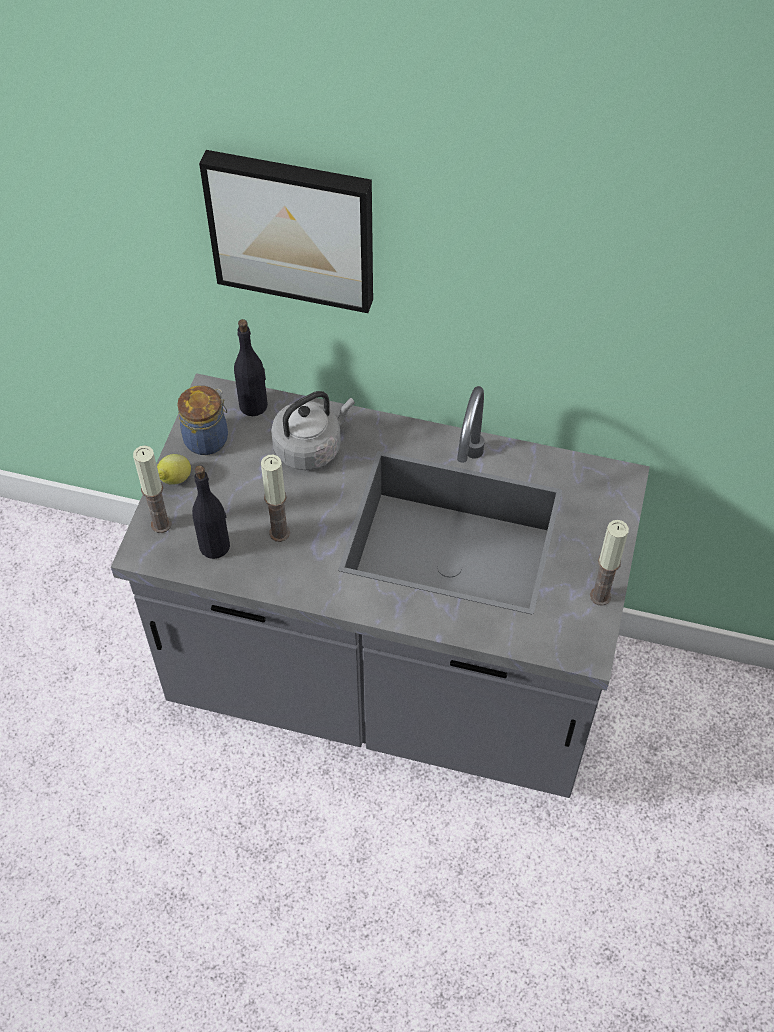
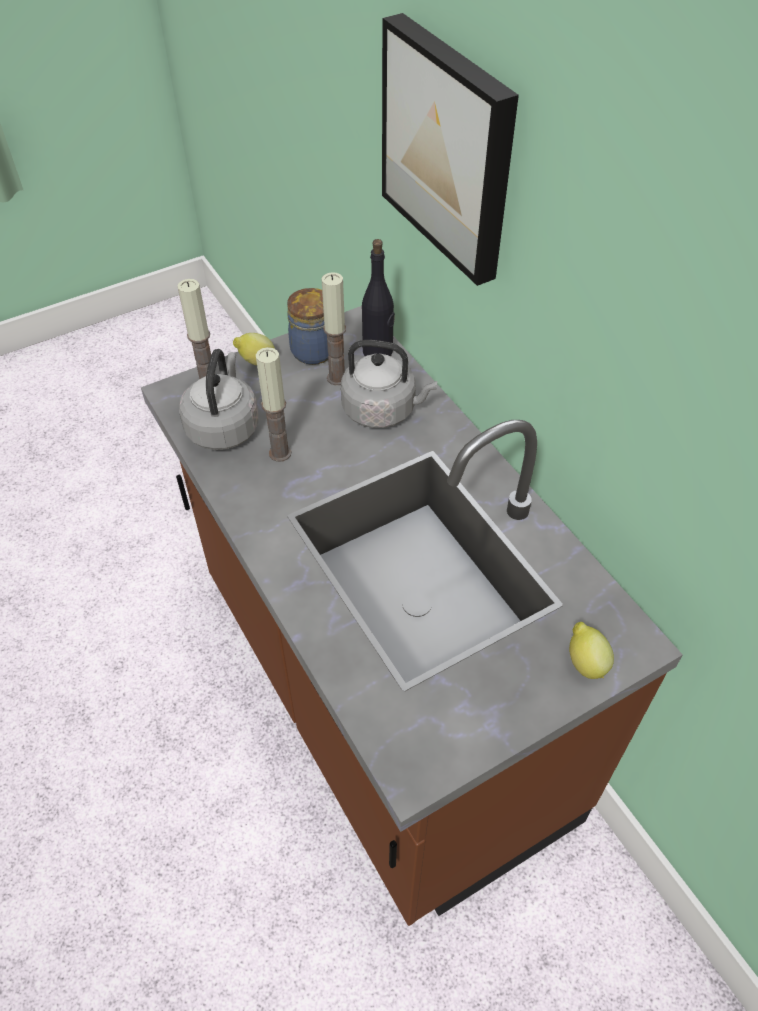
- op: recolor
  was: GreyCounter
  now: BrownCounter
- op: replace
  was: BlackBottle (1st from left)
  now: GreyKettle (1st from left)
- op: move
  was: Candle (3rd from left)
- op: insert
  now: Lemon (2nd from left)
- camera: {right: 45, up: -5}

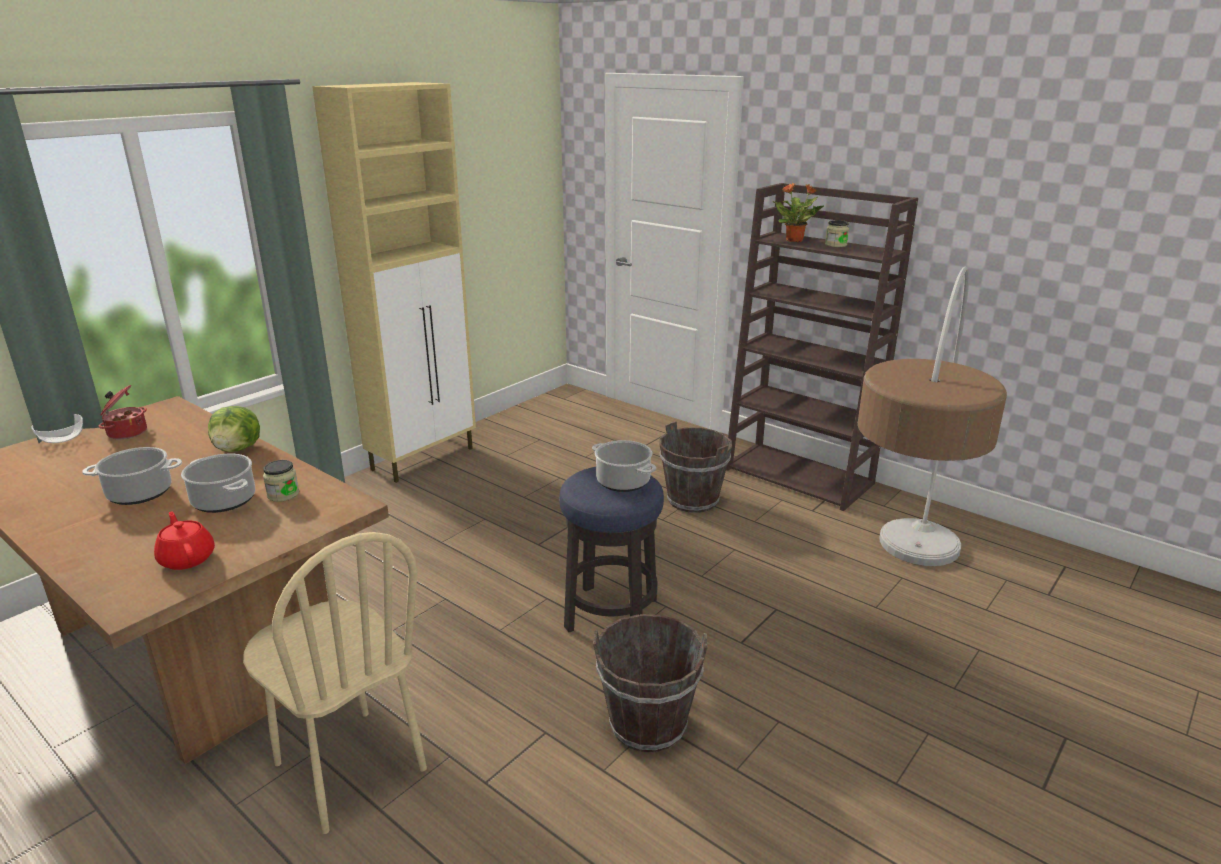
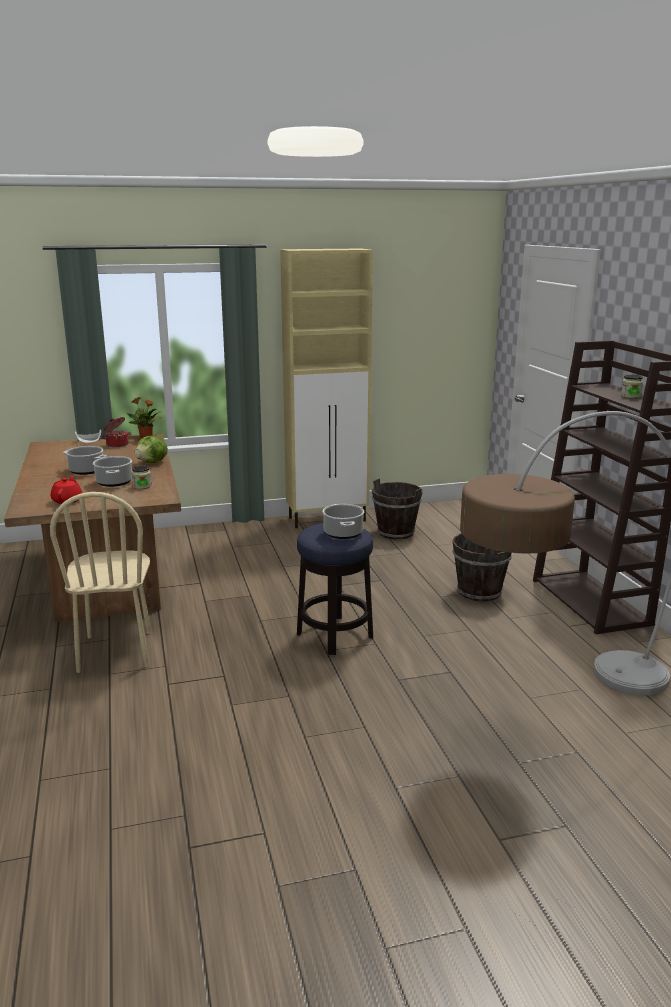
- op: move
  was: PottedPlant
- op: move
  was: BrownBucket (1st from left)
- camera: {right: 35, up: -5}

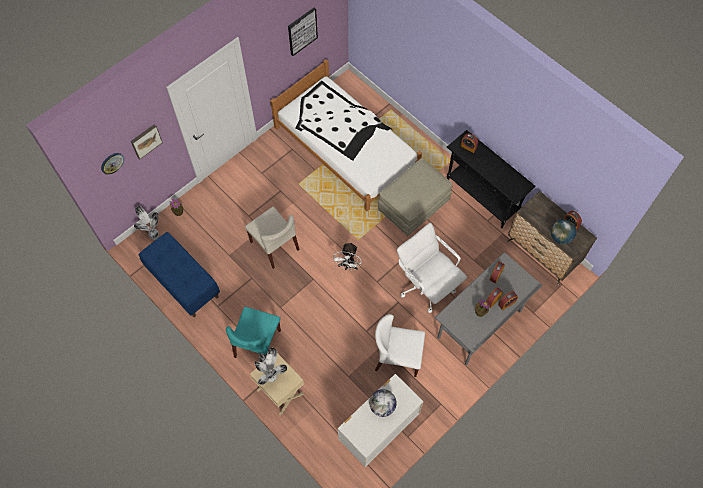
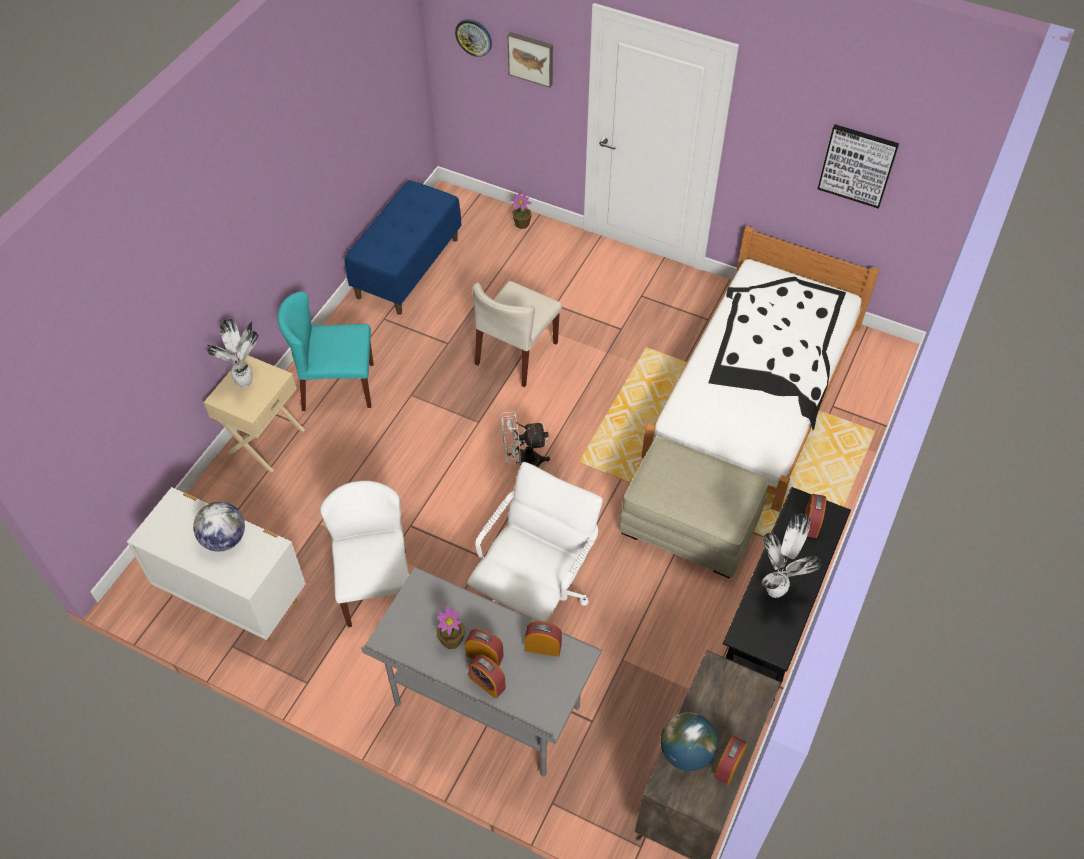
- op: move
  was: PottedPlant (1st from left in the first image)
  now: PottedPlant (4th from left)
- camera: {right: 70, up: -10}

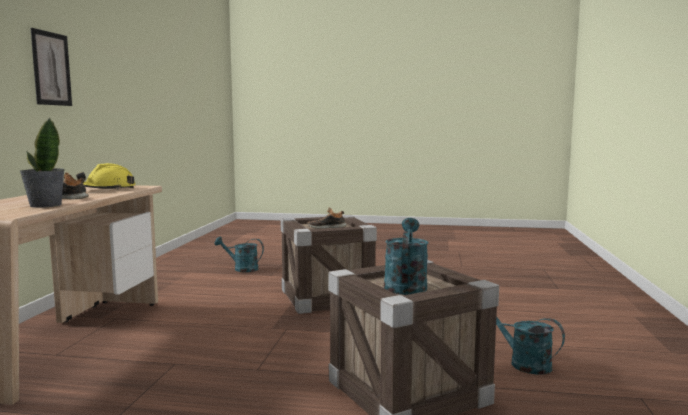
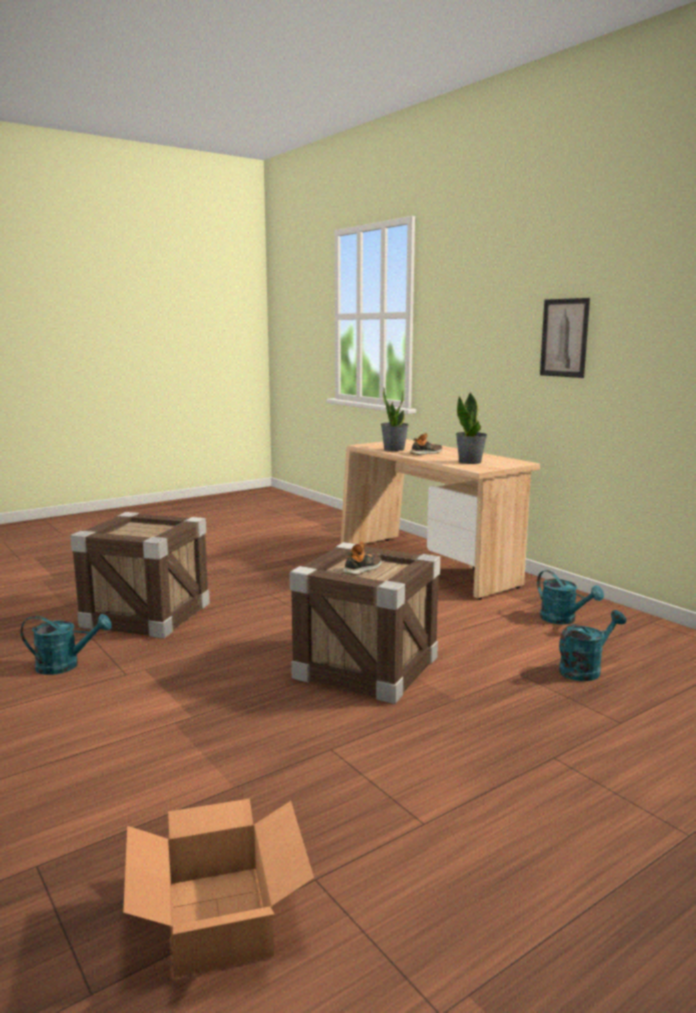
- op: insert
  now: CardboardBox
- op: replace
  was: YellowHardHat
  now: PottedPlant (2nd from left)
- op: move
  was: TurquoiseWateringCan (2nd from left)
- camera: {right: 135, up: 5}

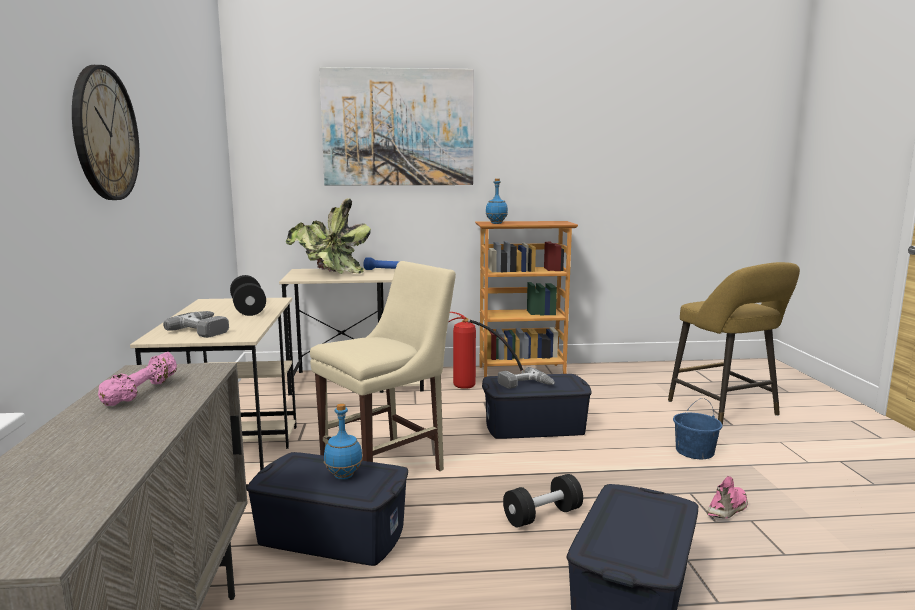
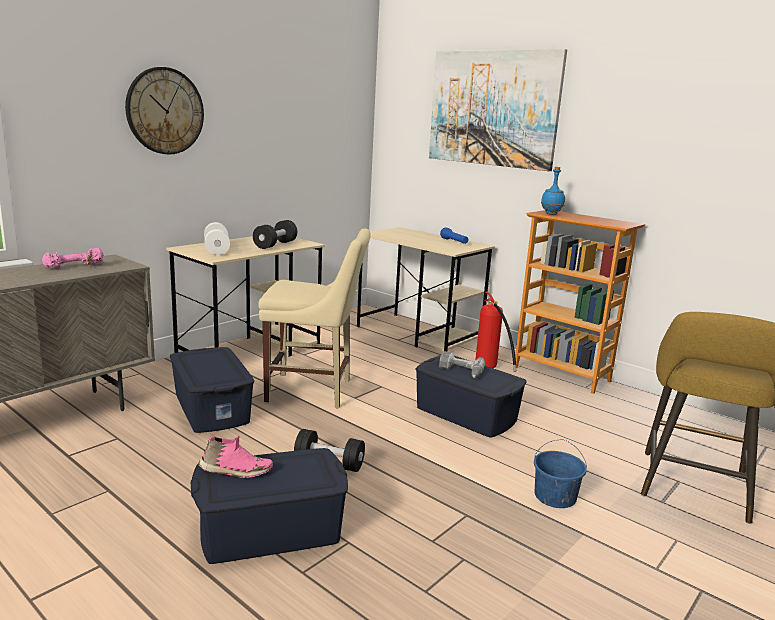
- op: move
  was: PinkShoe
- op: replace
  was: PowerDrill (1st from left)
  now: WhiteDumbbell
- op: delete
  was: PottedPlant
- op: delete
  was: BlueBottle (1st from left)
- camera: {right: 45, up: 5}

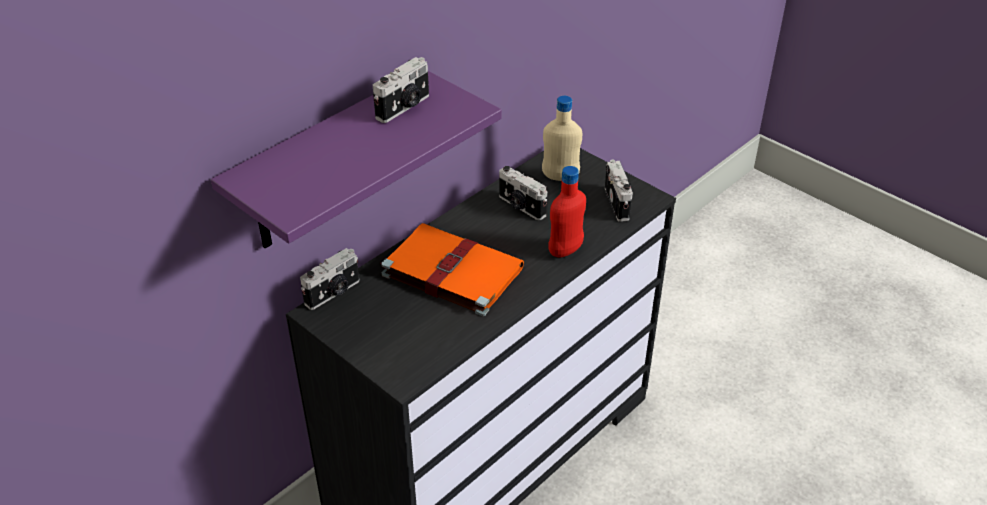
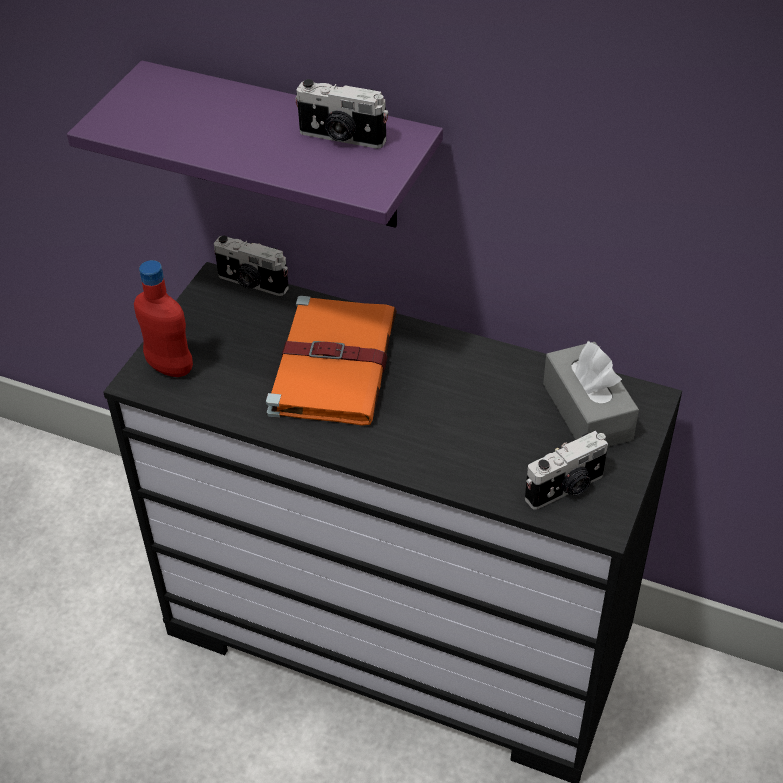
- op: move
  was: RedBottle
- op: replace
  was: BeigeBottle
  now: GreyTissueBox
- op: delete
  was: PhotoCamera (3rd from left)
- camera: {right: 70, up: 5}

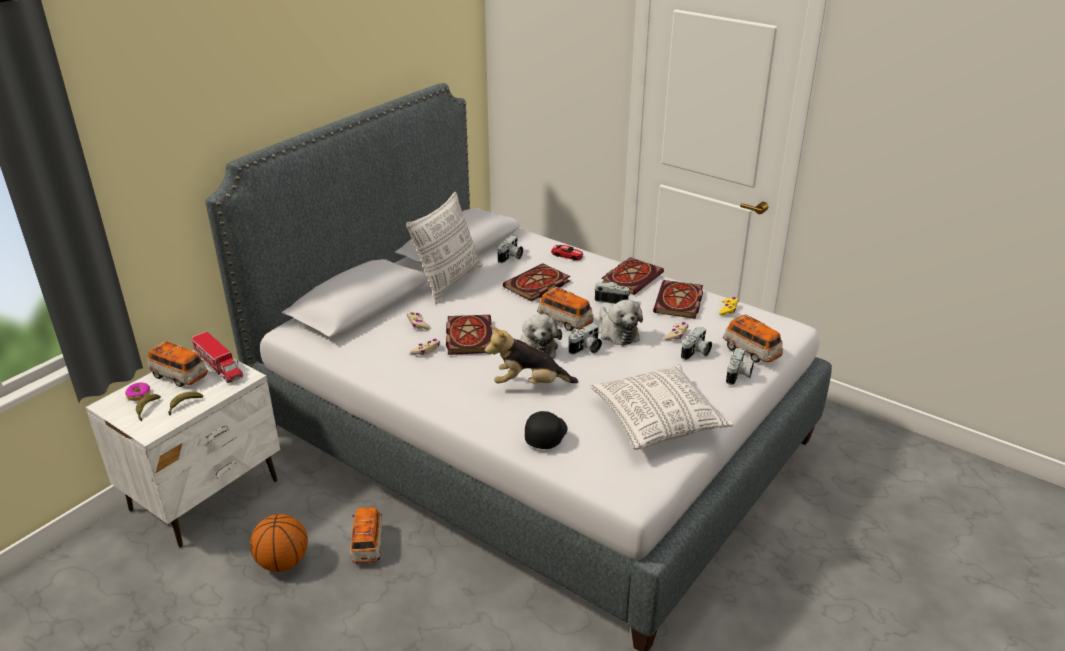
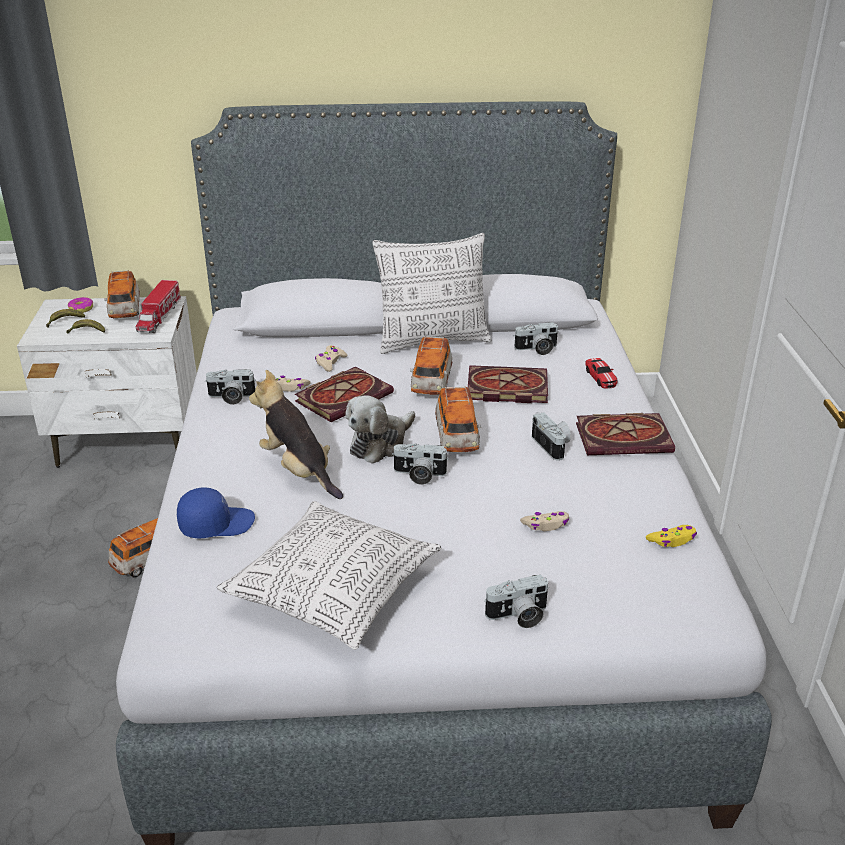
- op: recolor
  was: BlackCap
  now: BlueCap
- op: move
  was: PhotoCamera (4th from left in the first image)
  now: PhotoCamera (1st from left)
- op: move
  was: ToyCar (5th from left in the first image)
  now: ToyCar (3rd from left)
- op: delete
  was: Basketball
- op: delete
  was: PlushToy (3rd from left)
- op: delete
  was: Book (4th from left)
- camera: {right: 50, up: 0}

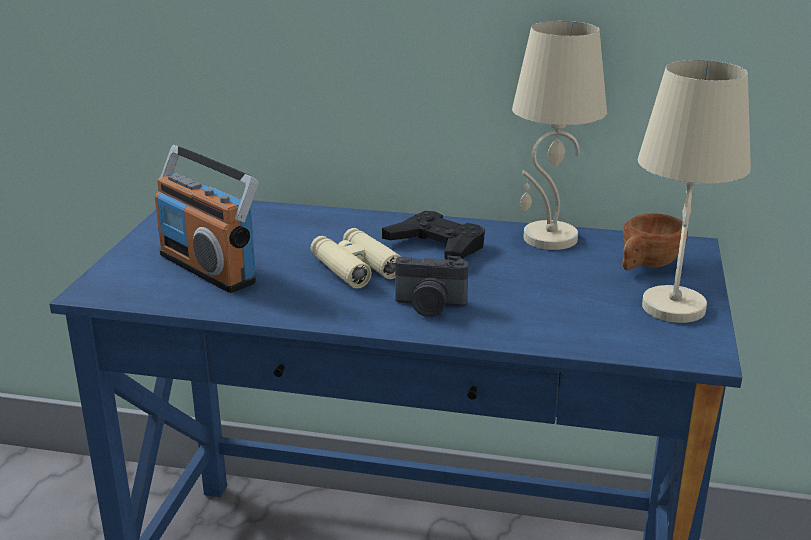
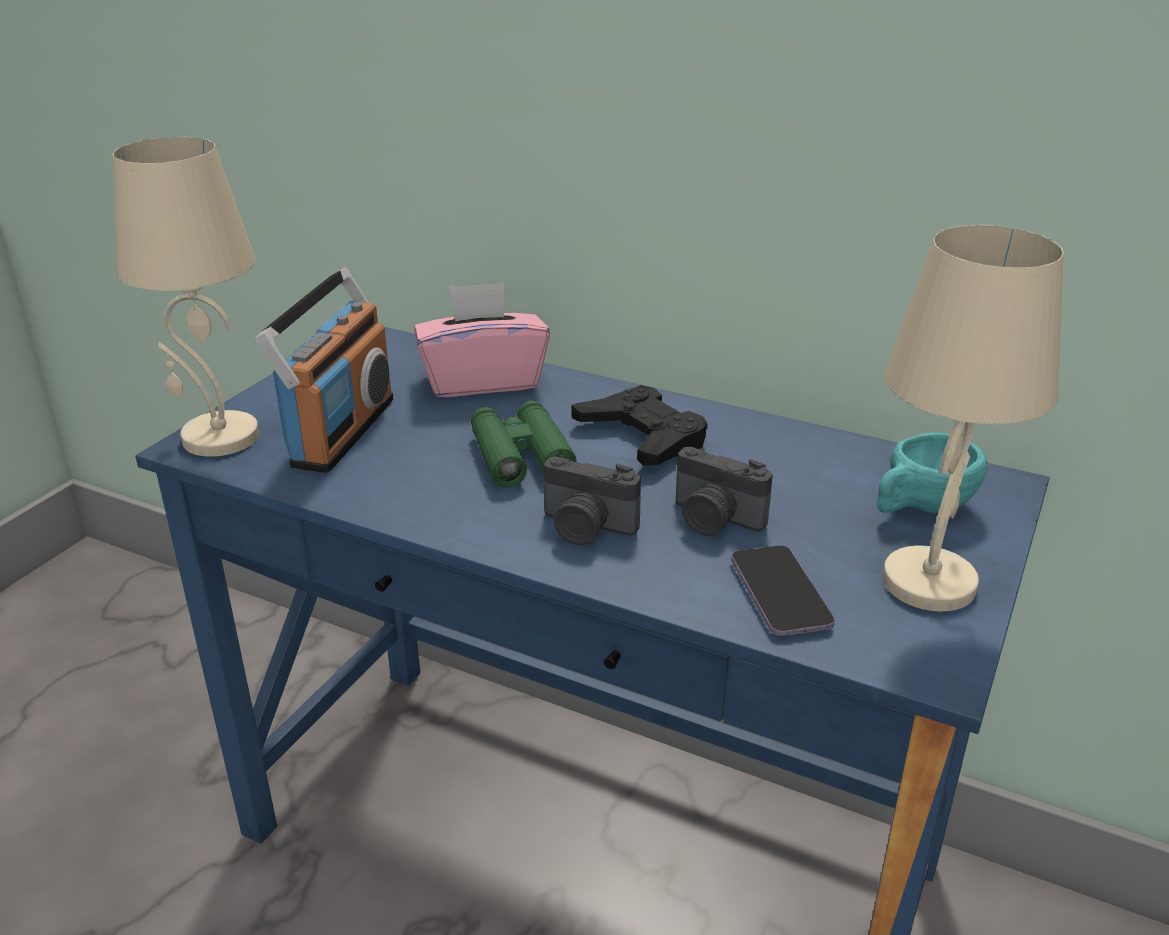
- op: move
  was: BeigeTableLamp (1st from left)
- op: rotate
  was: Radio
  clockwise: -135
- op: insert
  now: PinkTissueBox
- op: recolor
  was: BeigeBinoculars
  now: GreenBinoculars
- op: insert
  now: PhotoCamera (2nd from left)
- op: insert
  now: Phone
- op: recolor
  was: BrownCup
  now: TurquoiseCup
- camera: {right: 15, up: 5}

